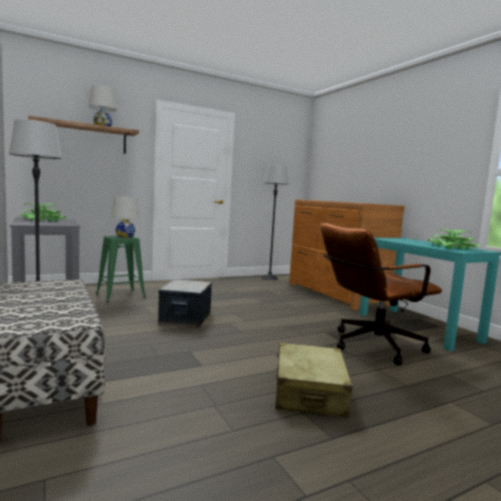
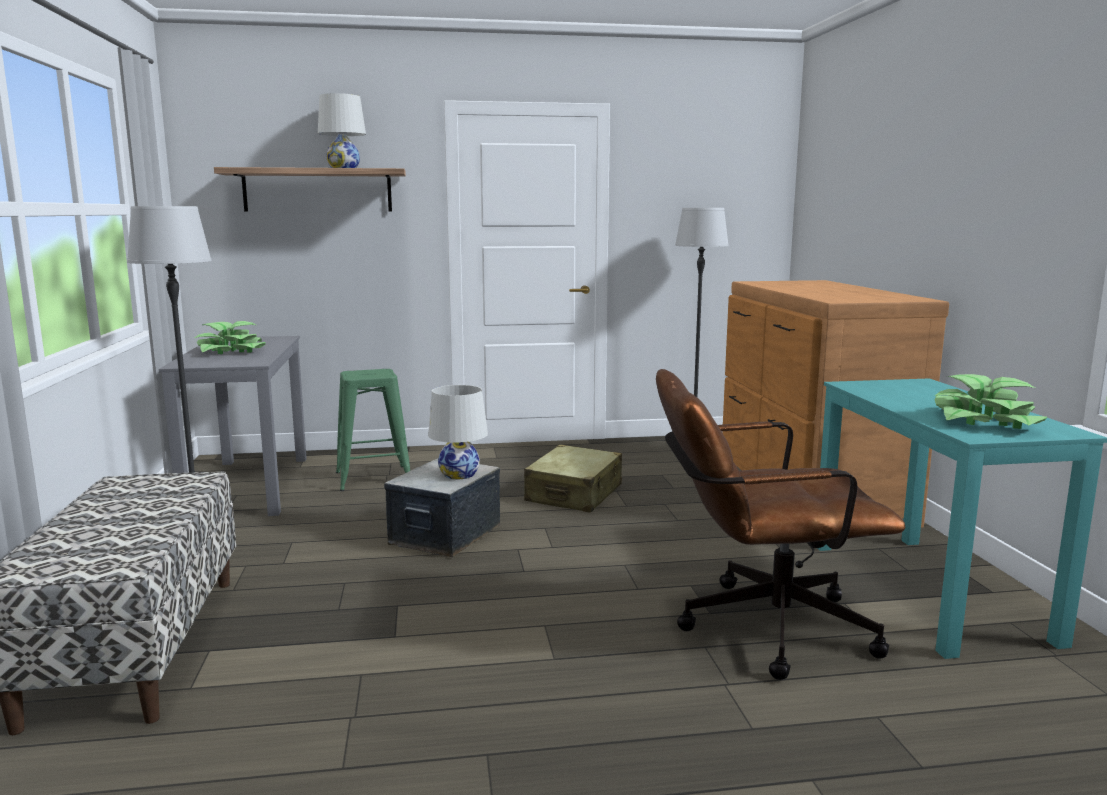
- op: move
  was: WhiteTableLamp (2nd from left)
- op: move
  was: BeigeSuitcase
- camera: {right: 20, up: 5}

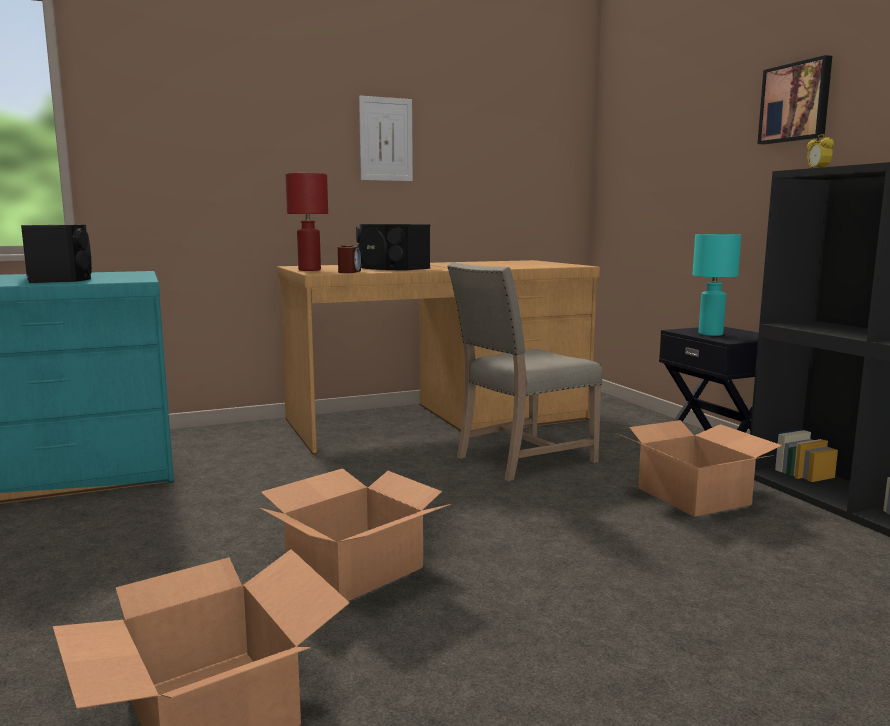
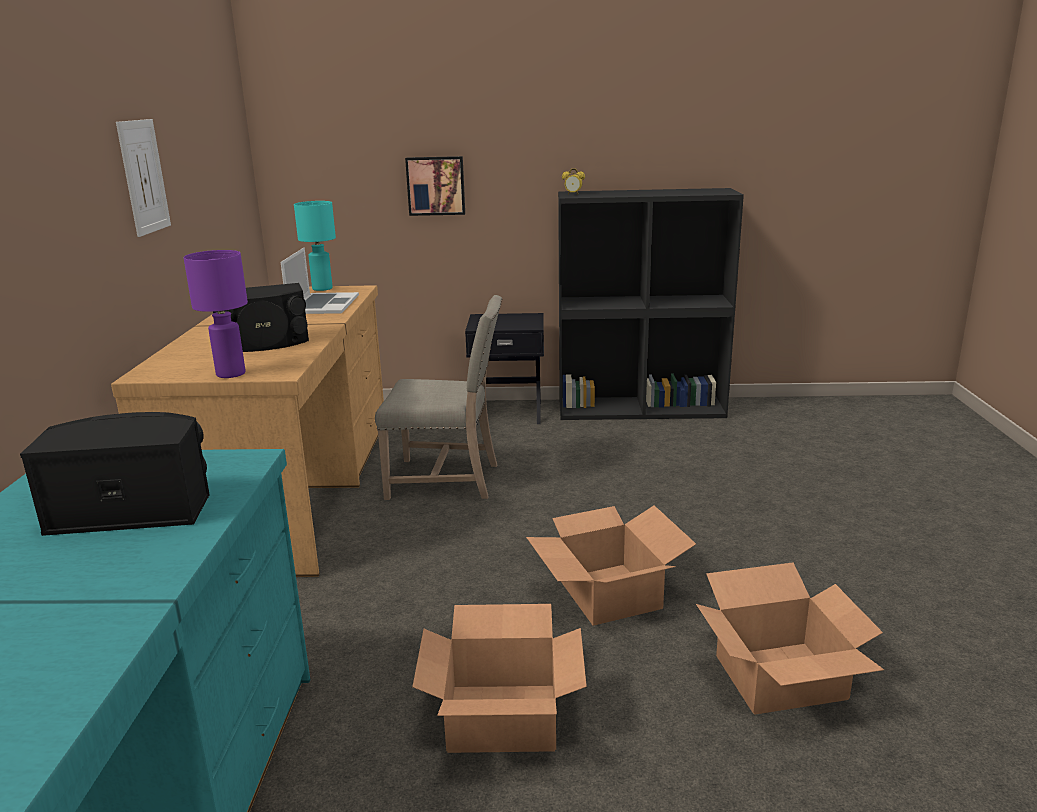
- op: recolor
  was: RedTableLamp
  now: PurpleTableLamp
- op: insert
  now: Laptop
- op: move
  was: TurquoiseTableLamp
- op: rotate
  was: BeigeChair
  clockwise: -75
- op: move
  was: Picture (2nd from left)
- op: move
  was: CardboardBox (3rd from left in the first image)
  now: CardboardBox (1st from left)
- op: delete
  was: AlarmClock (1st from left)
- camera: {right: -65, up: 10}

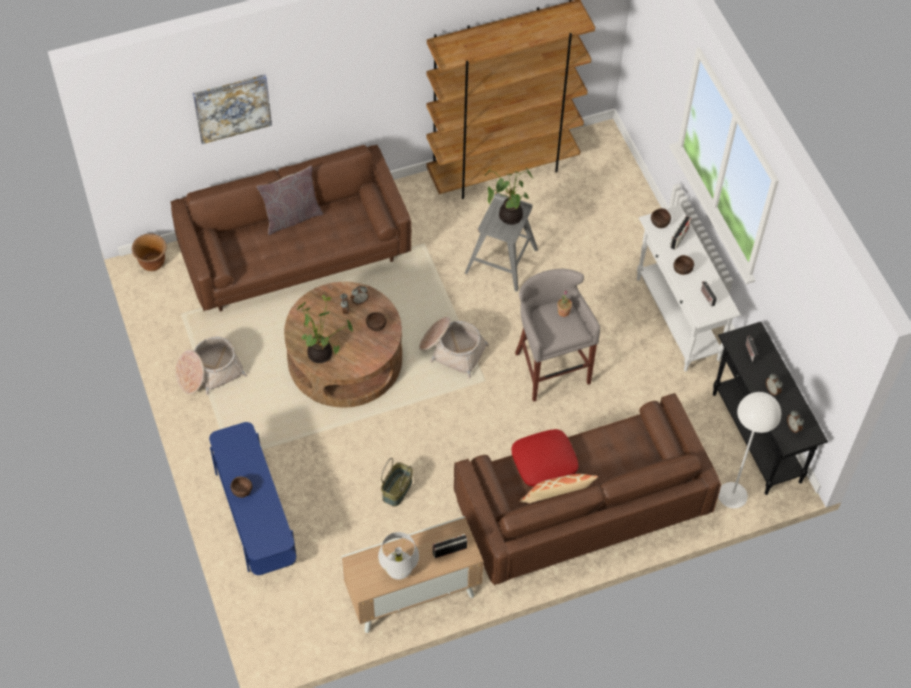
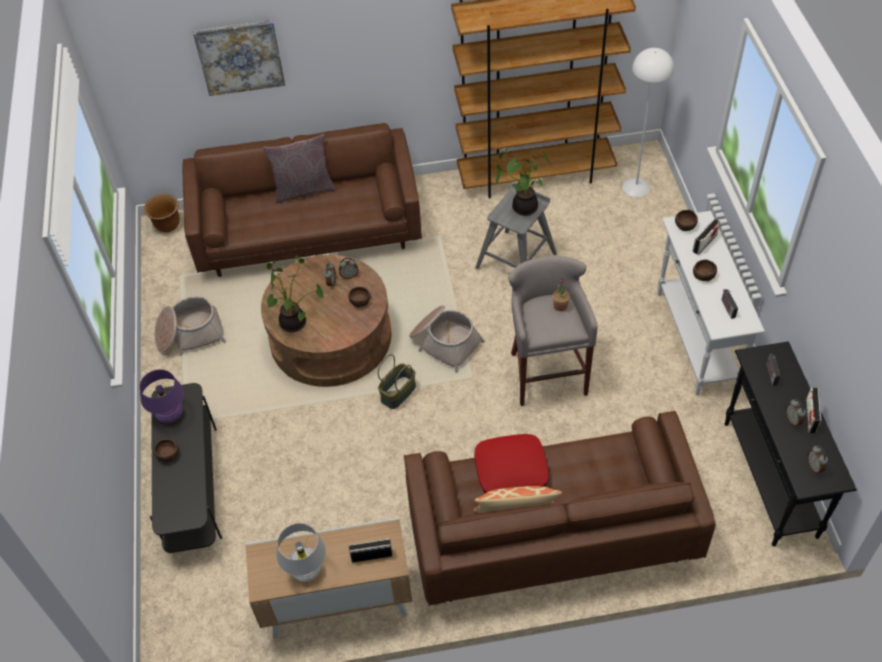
- op: insert
  now: PurpleTableLamp
- op: recolor
  was: BlueTvStand
  now: GreyTvStand
- op: move
  was: Basket (2nd from left)
- op: move
  was: WhiteFloorLamp
- op: insert
  now: Radio (5th from left)
- camera: {right: 15, up: -5}

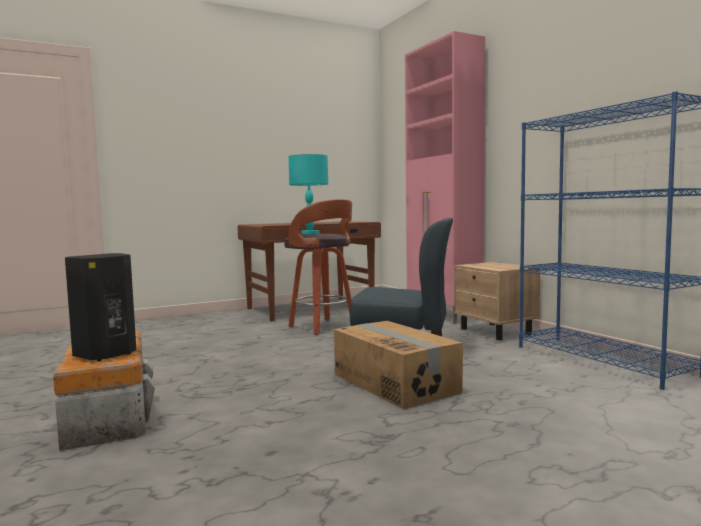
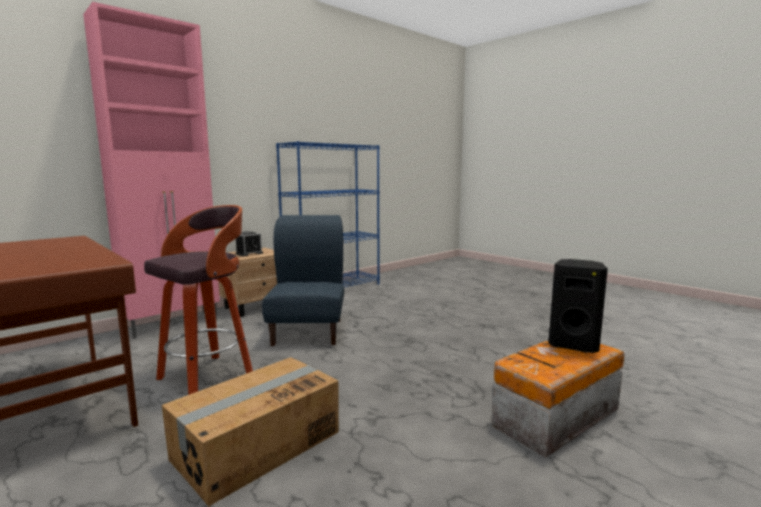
- op: move
  was: CardboardBox
- op: insert
  now: AlarmClock
- op: delete
  was: TurquoiseTableLamp
- camera: {right: -105, up: 5}

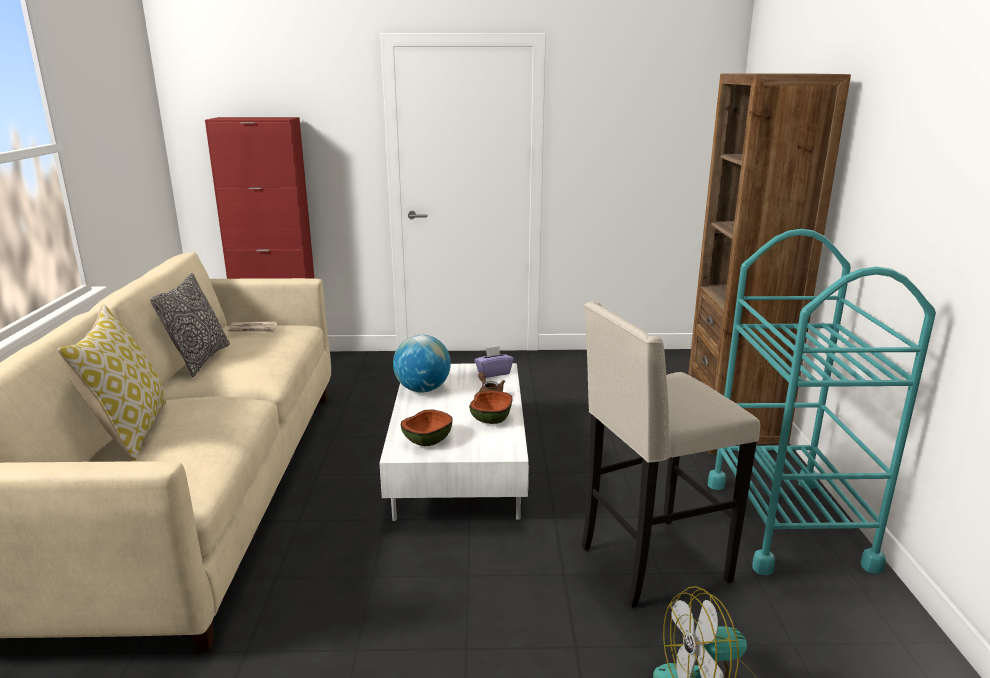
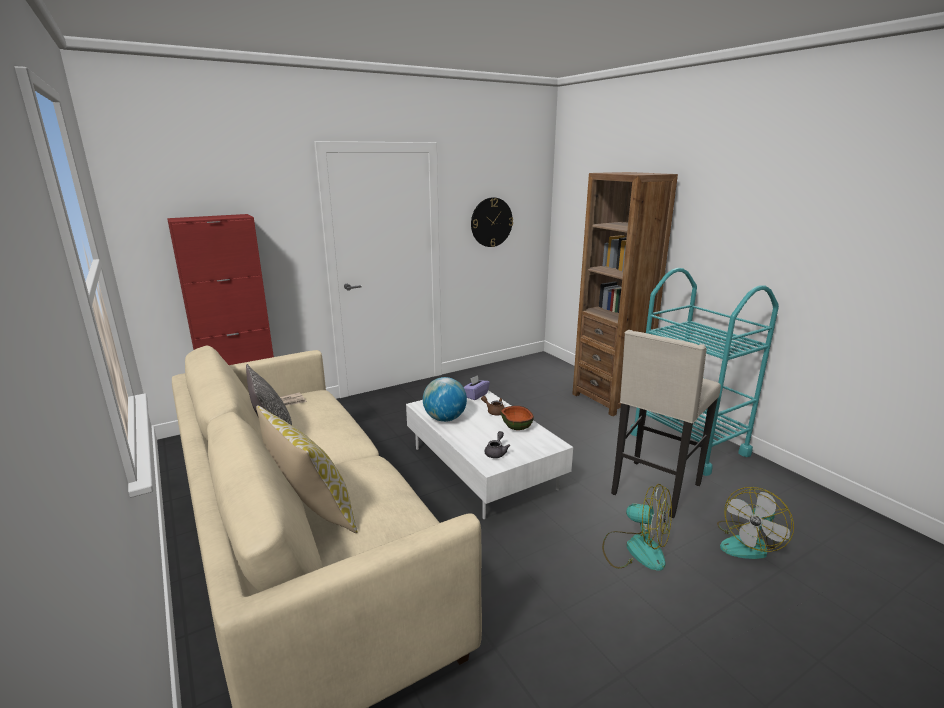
- op: insert
  now: WallClock
- op: replace
  was: Bowl (1st from left)
  now: GreyTeapot
- op: insert
  now: Fan (1st from left)
- camera: {right: -30, up: 0}

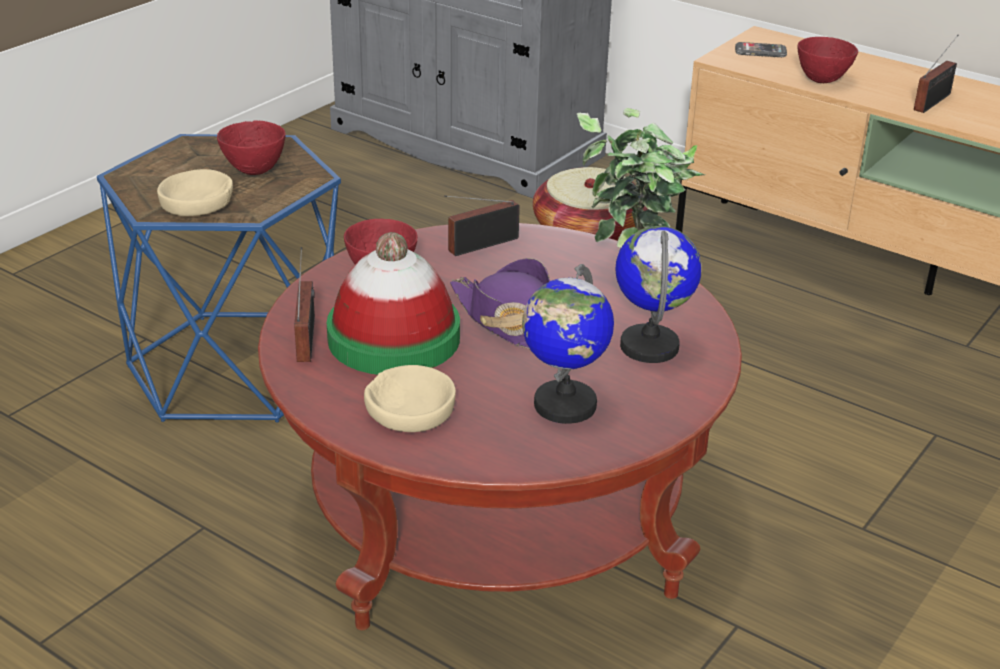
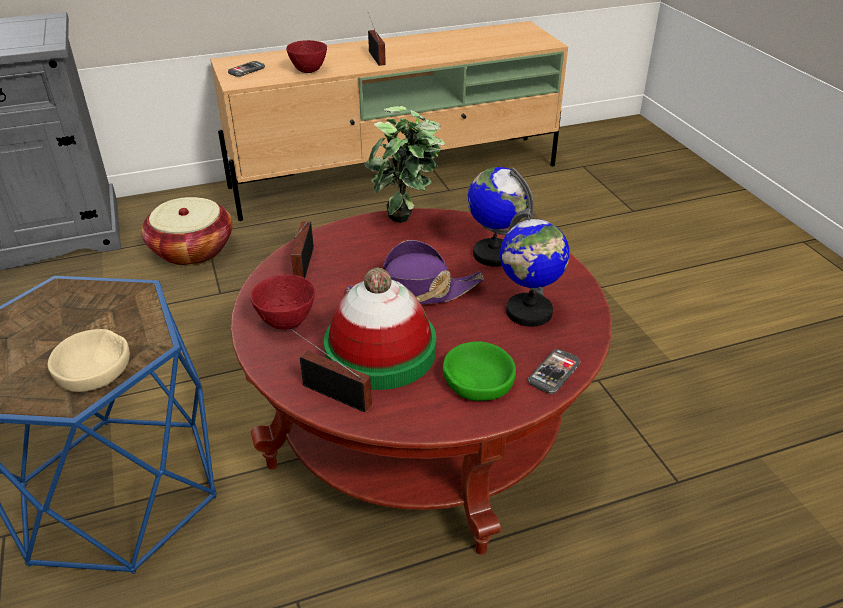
- op: recolor
  was: BeigeBowl (2nd from left)
  now: GreenBowl
- op: insert
  now: Phone (2nd from left)
- op: delete
  was: RedBowl (1st from left)
- camera: {right: -55, up: 5}

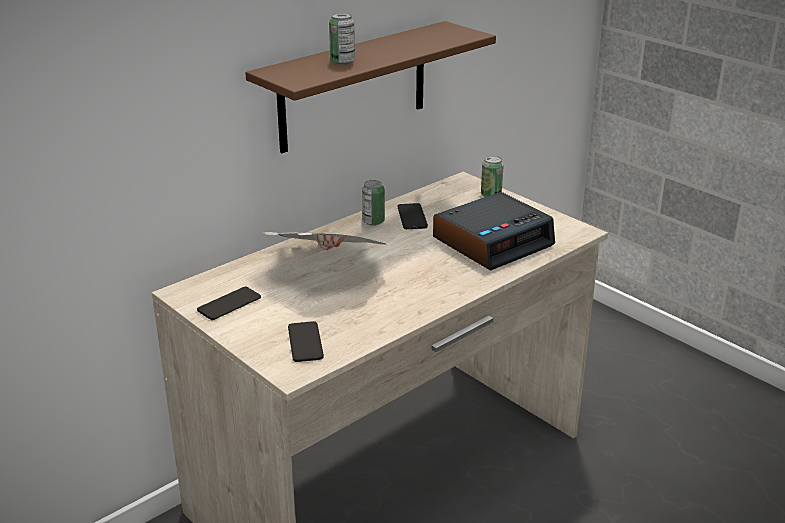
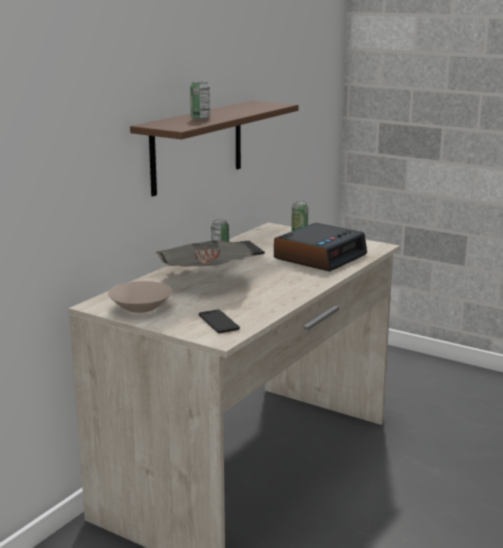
- op: replace
  was: Phone (1st from left)
  now: BeigeBowl
- camera: {right: -15, up: -10}

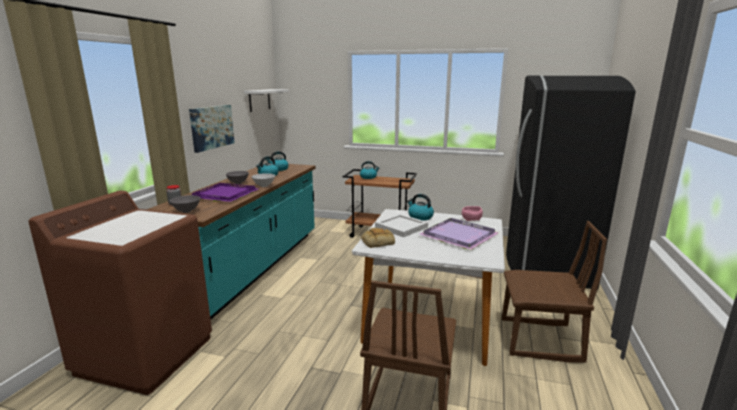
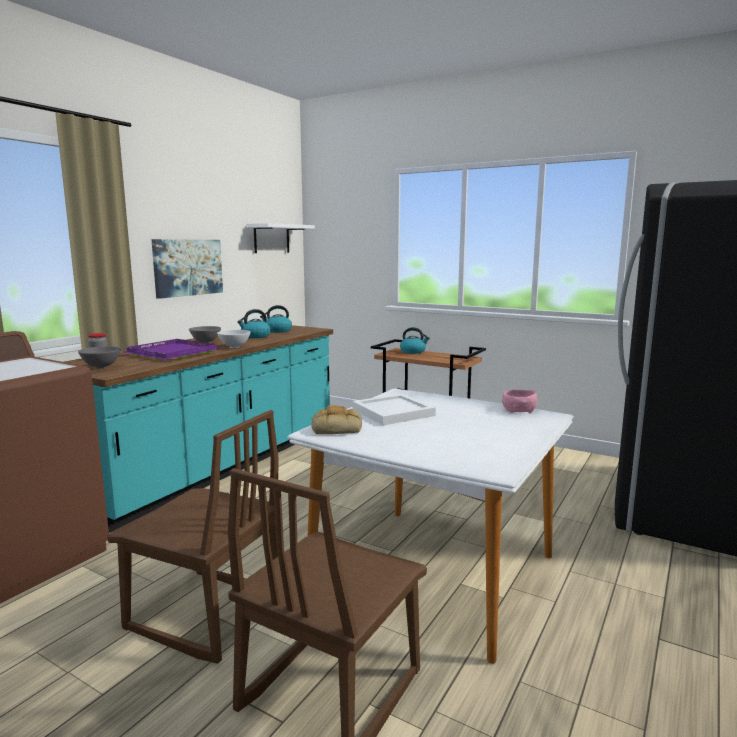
- op: move
  was: BrownChair (2nd from left in the first image)
  now: BrownChair (1st from left)
- op: delete
  was: Kettle (4th from left)
- op: delete
  was: PurpleTray (2nd from left)
- camera: {right: 15, up: -5}

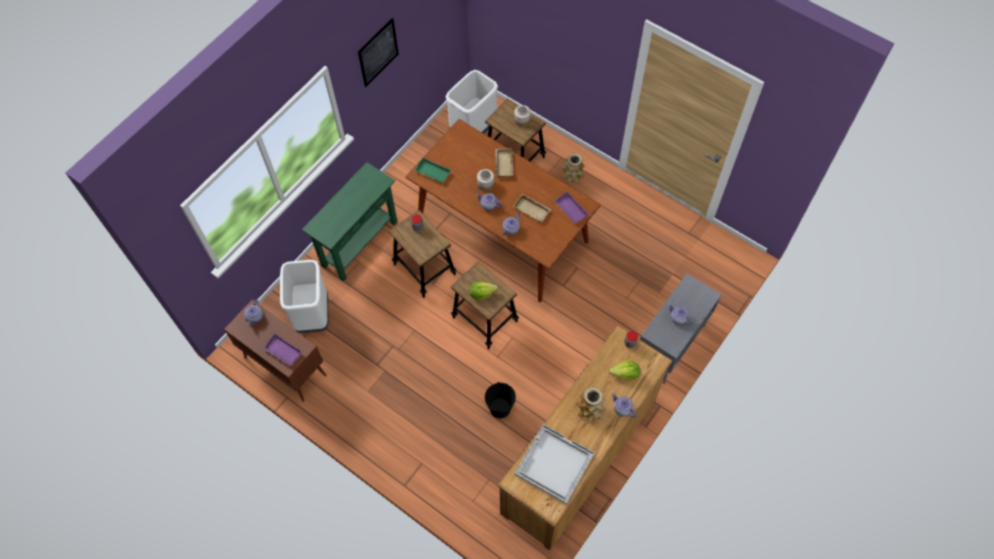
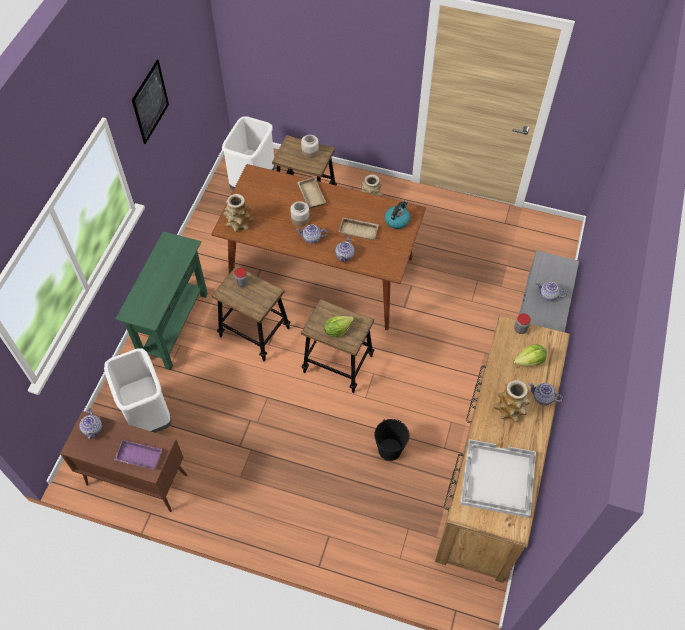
- op: replace
  was: GreenTray
  now: Vase (1st from left)
- op: replace
  was: PurpleTray (2nd from left)
  now: Kettle
- camera: {right: -20, up: -5}

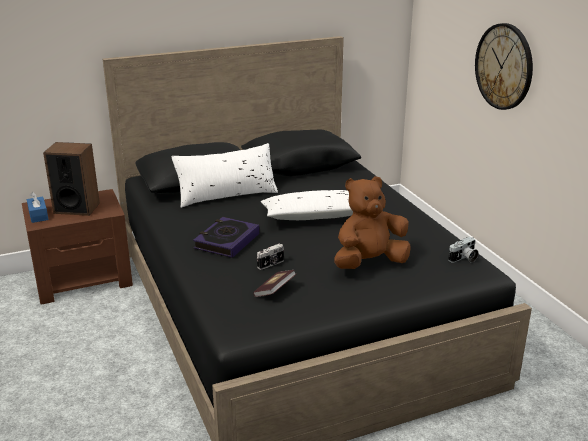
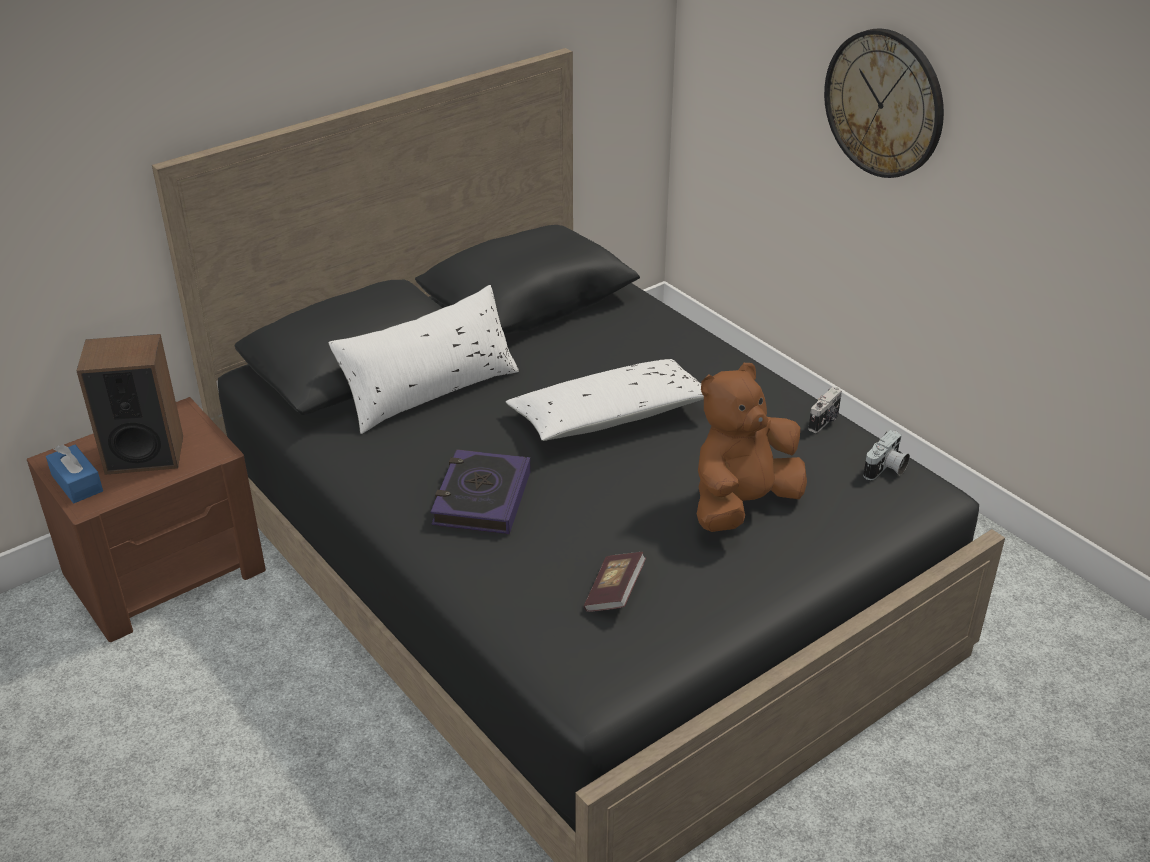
- op: move
  was: PhotoCamera (1st from left)
- camera: {right: -15, up: 10}

